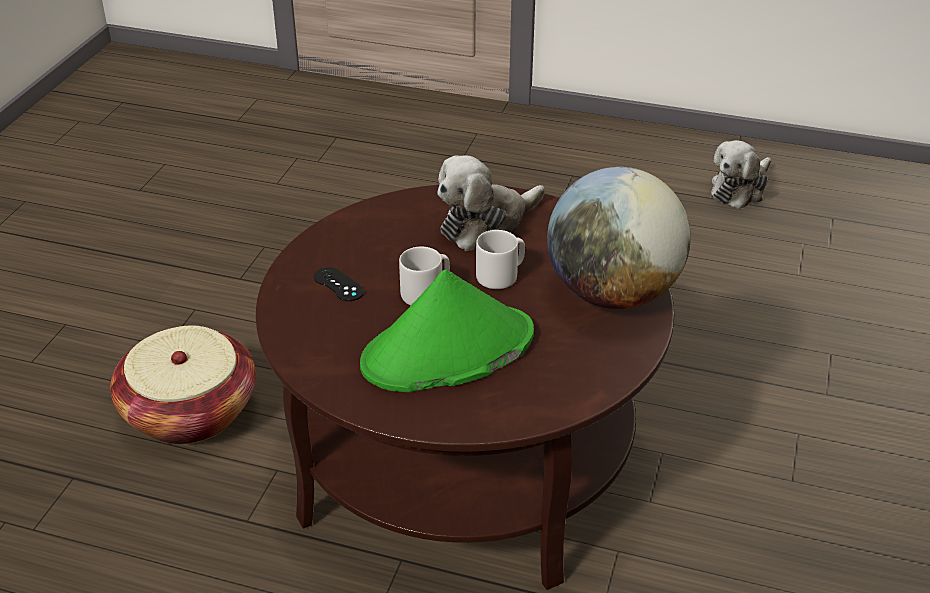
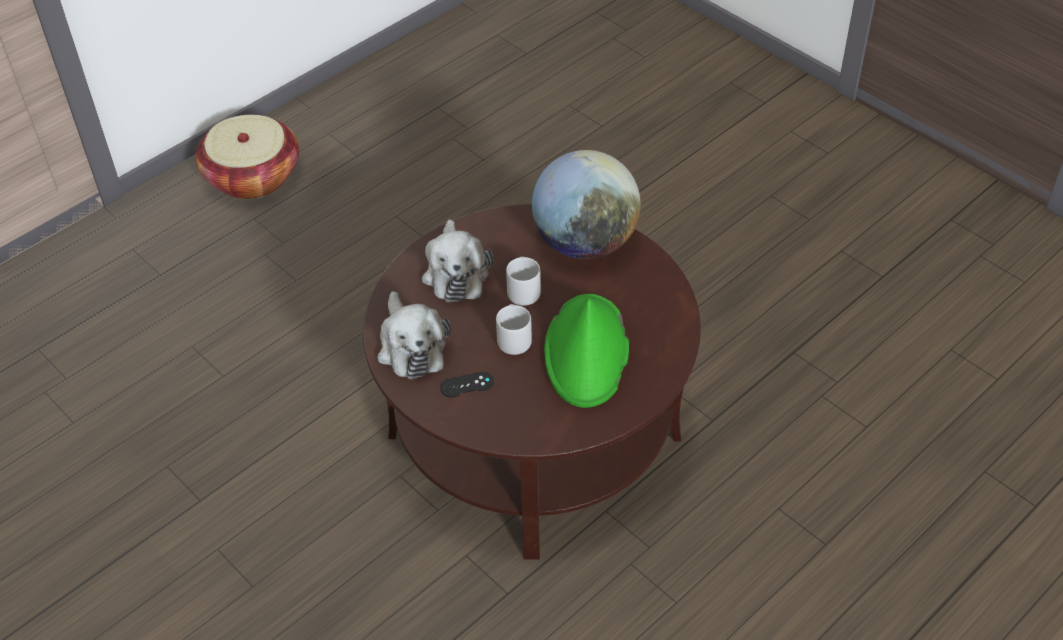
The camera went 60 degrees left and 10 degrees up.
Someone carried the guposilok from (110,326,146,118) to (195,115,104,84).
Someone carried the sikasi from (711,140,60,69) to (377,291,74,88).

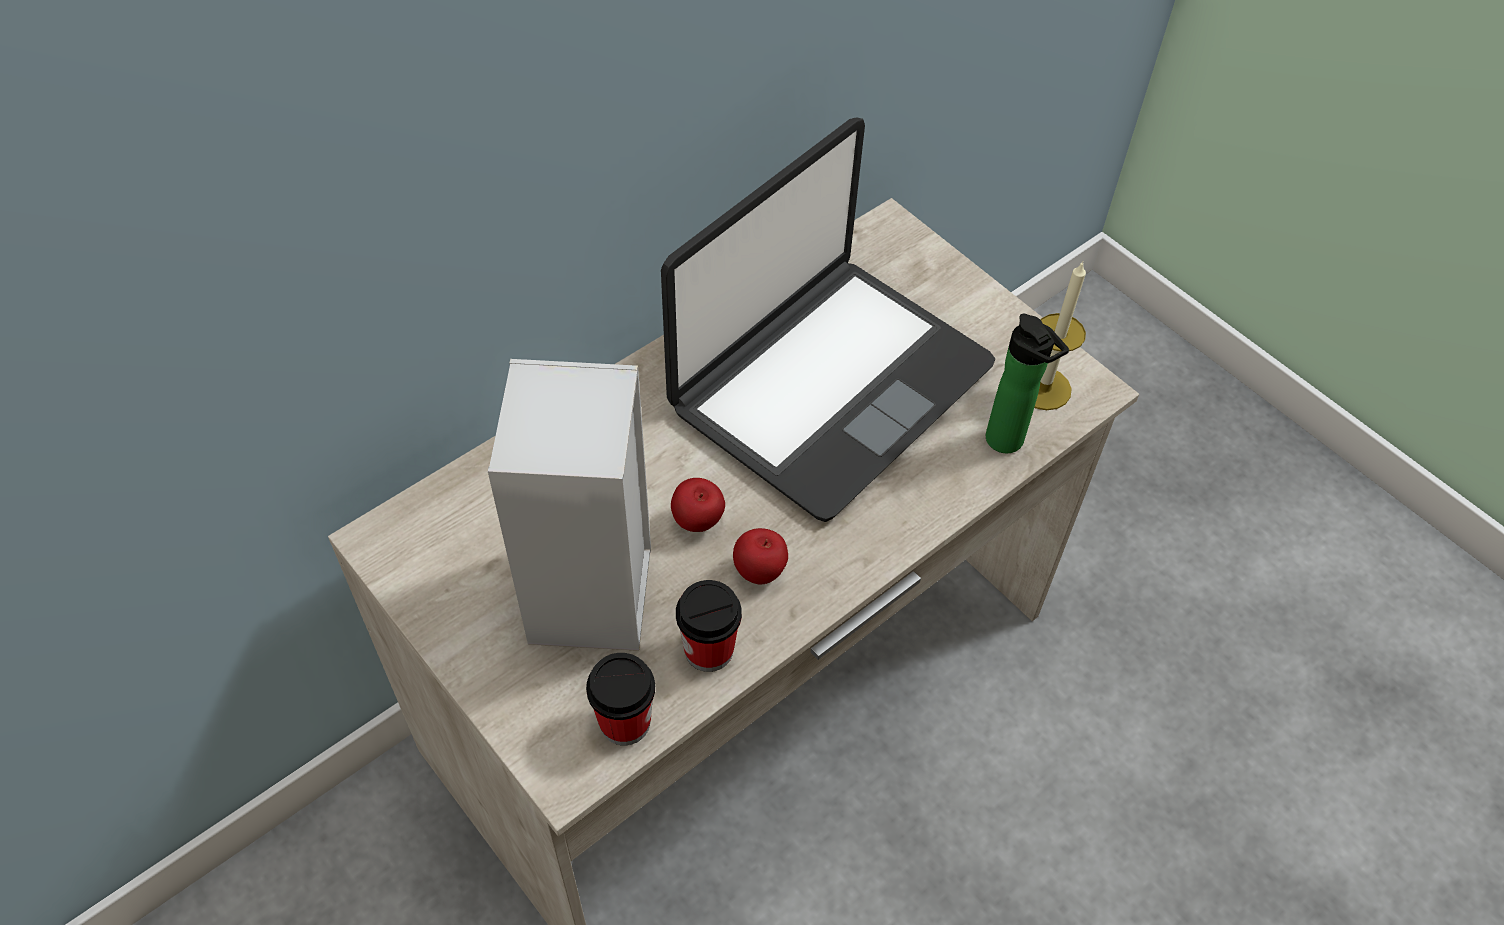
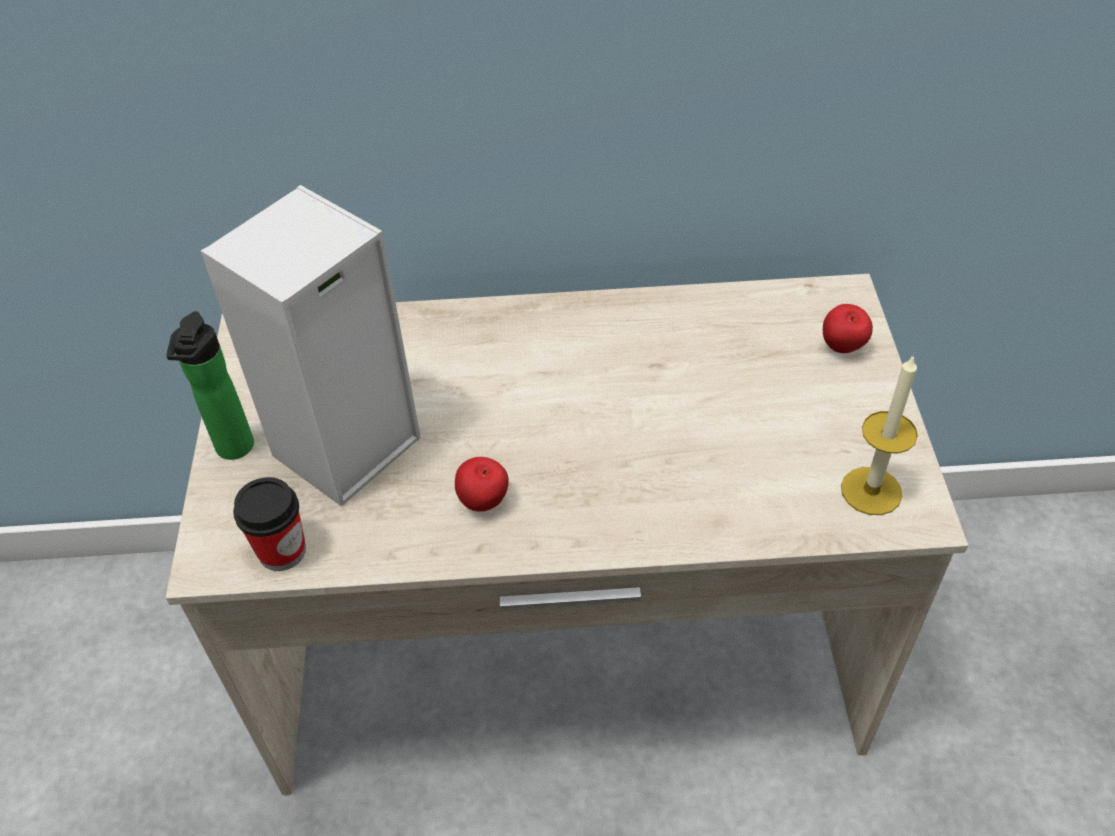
The camera went 40 degrees right and 5 degrees down.
Someone took away the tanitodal at (661,117,334,405).
Someone took away the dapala at (676,580,66,92).
Someone carried the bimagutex from (671,478,54,54) to (823,304,50,49).
Someone carried the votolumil from (986,314,83,139) to (166,311,88,149).

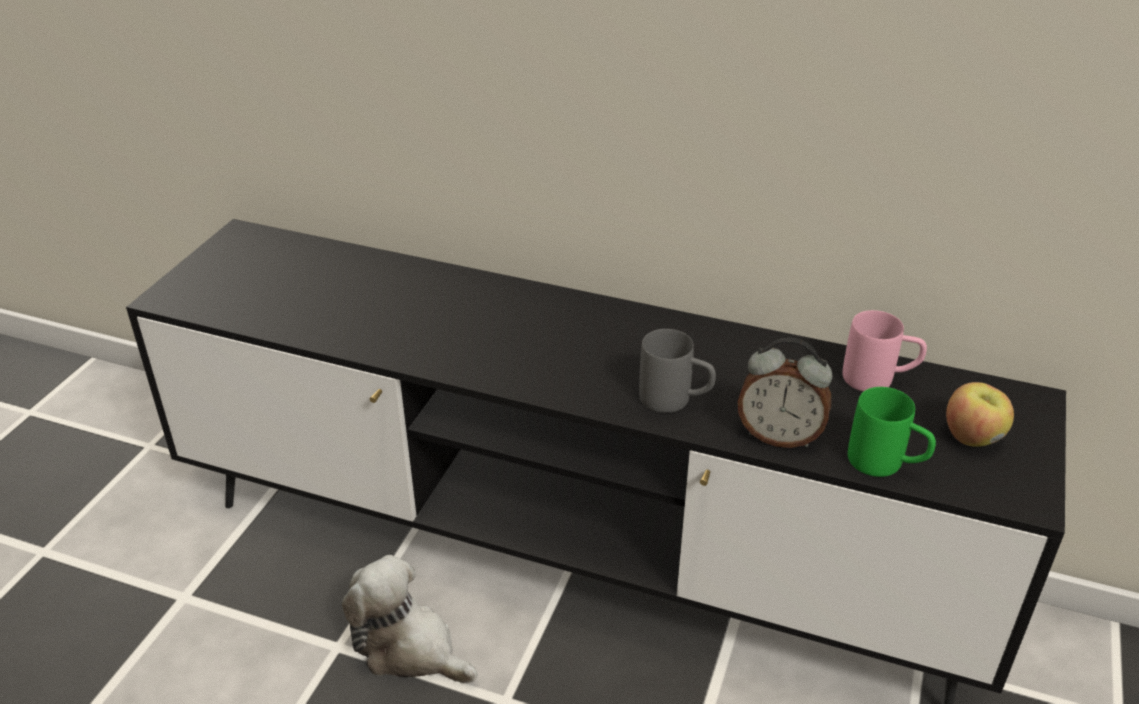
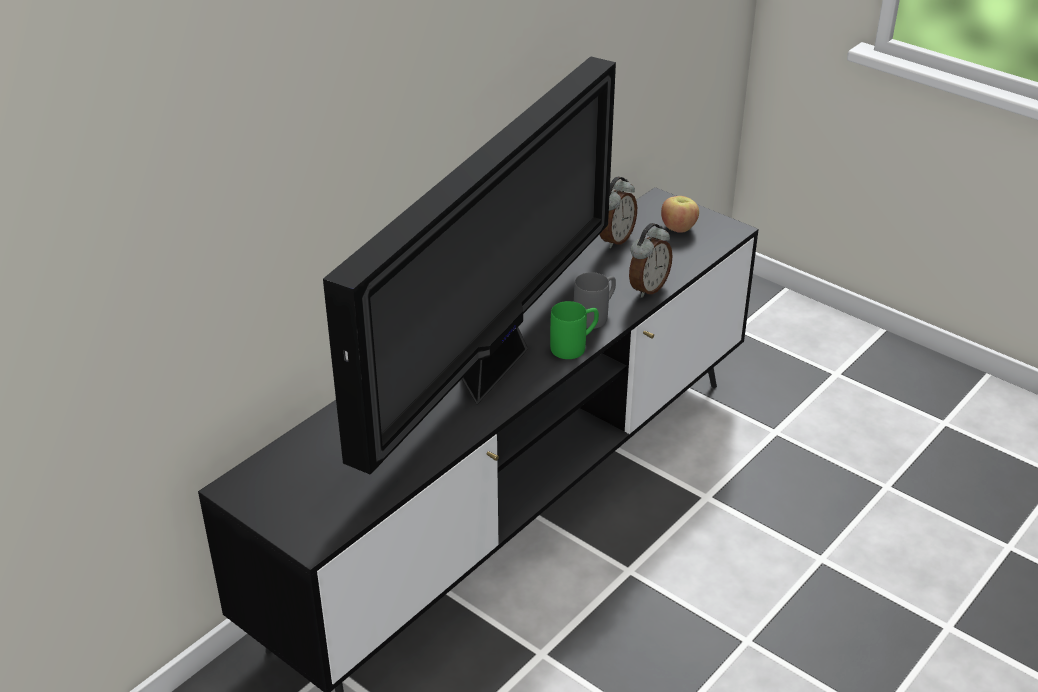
The camera went 70 degrees left and 0 degrees up.
Someone took away the sikasi at (342,555,136,128).
Someone put down the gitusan at (323,56,293,419).
Someone carried the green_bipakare from (848,387,88,90) to (550,301,49,58).
Someone swapped the pink_bipakare at (843,310,84,82) for the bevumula at (599,176,38,72).

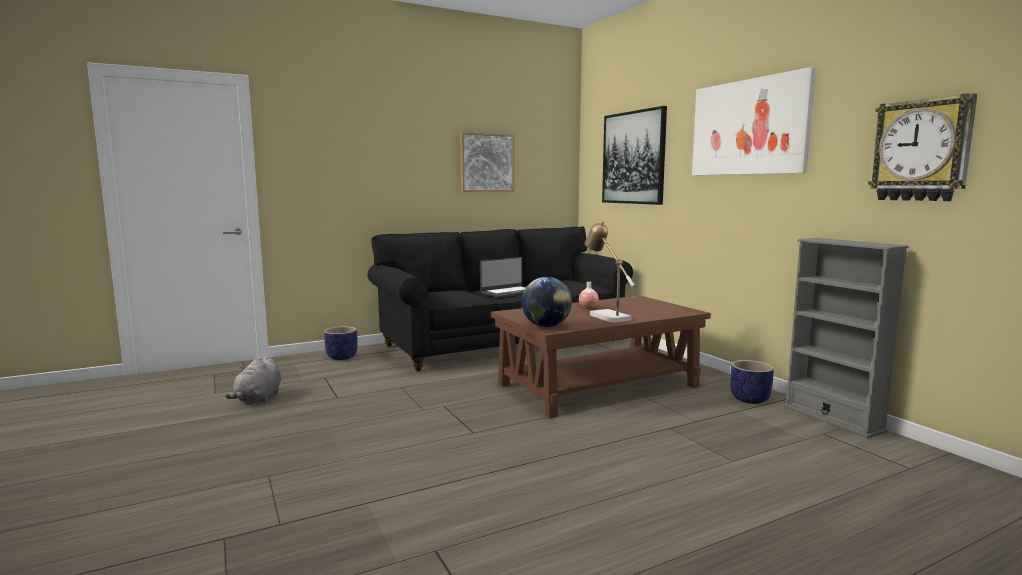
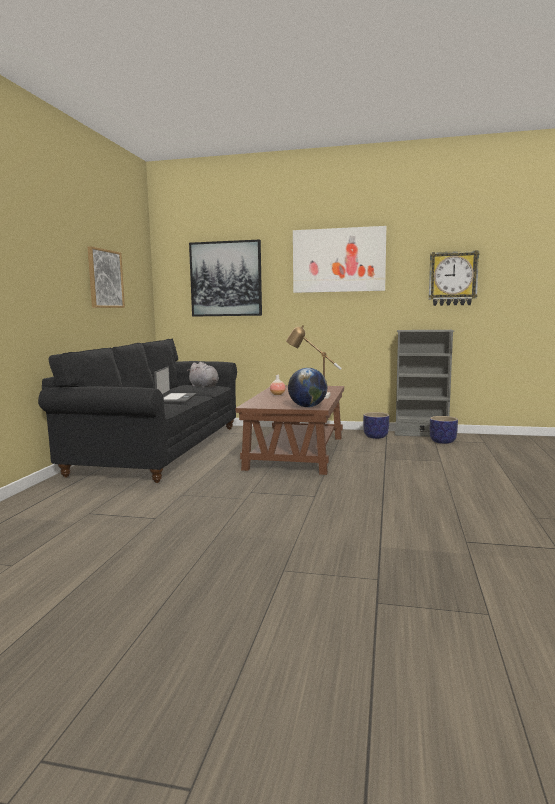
The camera went 50 degrees left and 0 degrees up.
Someone carried the grey_sikasi from (225,356,56,47) to (187,362,32,26).
Someone carried the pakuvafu from (324,326,34,34) to (430,416,28,28).

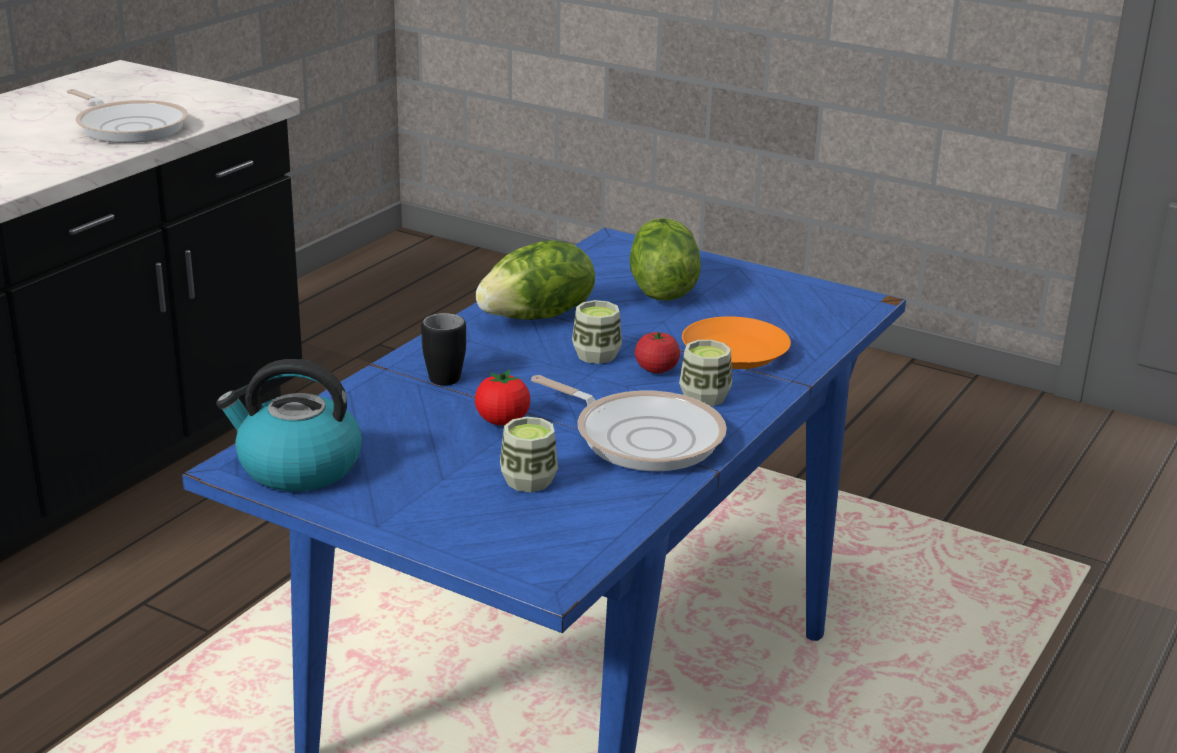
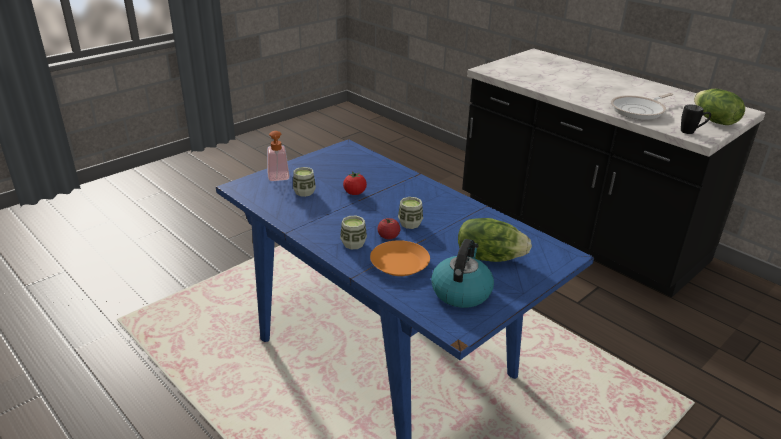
The camera went 105 degrees right and 5 degrees up.
Someone took away the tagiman at (531,375,196,96).
Someone put down the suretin at (267,131,23,50).
Someone carried the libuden from (216,359,146,132) to (431,239,63,69).
Someone carried the black_bipakare from (421,313,45,72) to (681,104,30,30).
Someone carried the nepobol from (475,240,120,80) to (694,89,51,36).

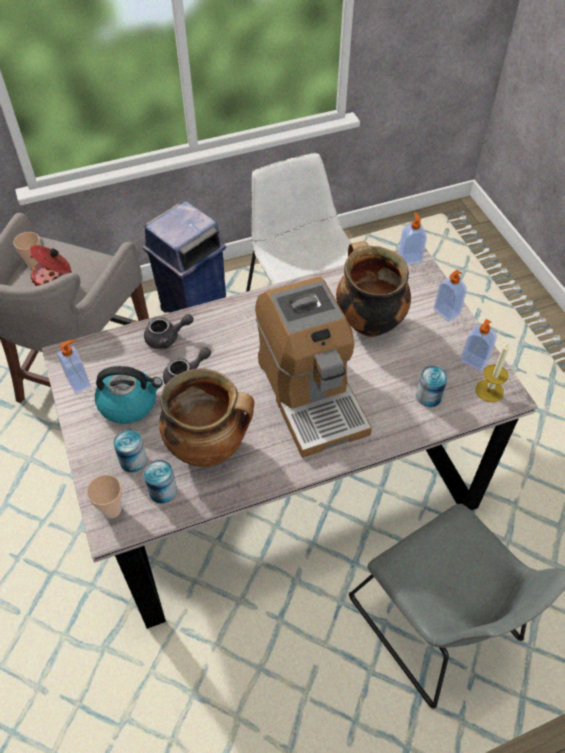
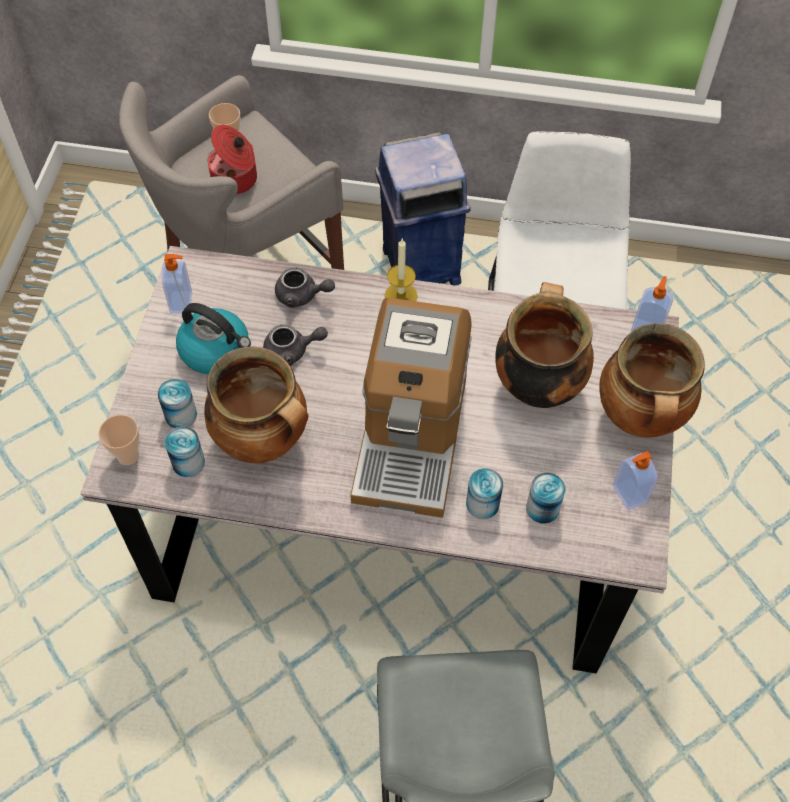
The camera went 30 degrees right and 5 degrees up.
Someone put down the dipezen at (466,468,37,51).
Someone carried the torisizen from (476,343,33,59) to (385,239,33,62).
Someone swapped the suretin at (434,270,33,52) for the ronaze at (599,323,106,115).

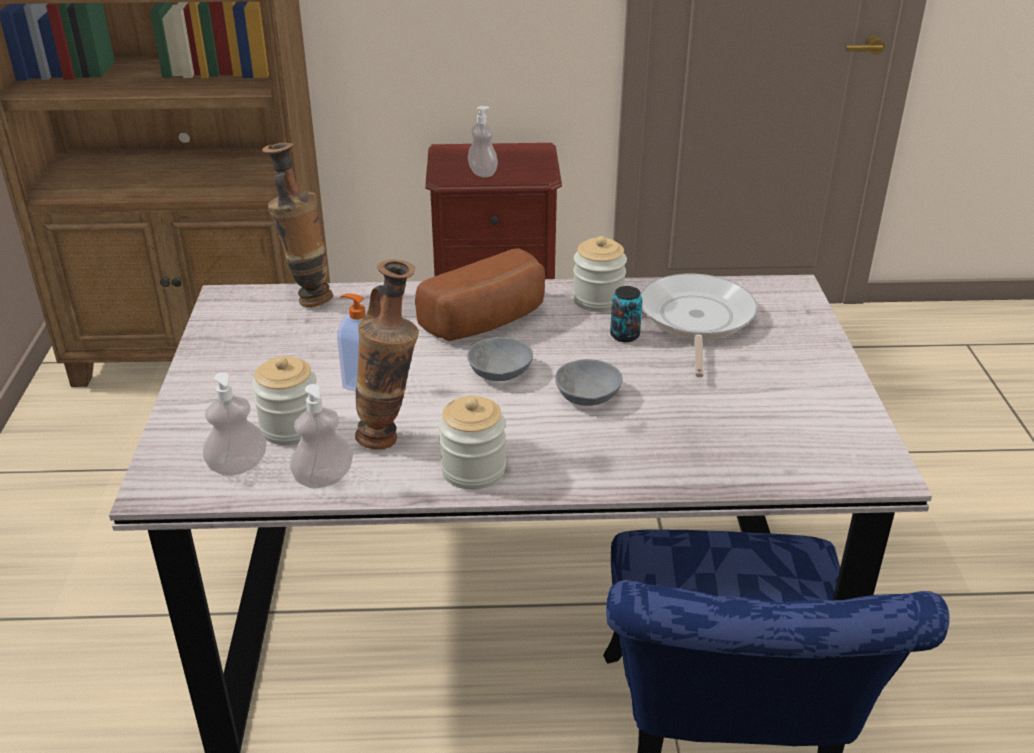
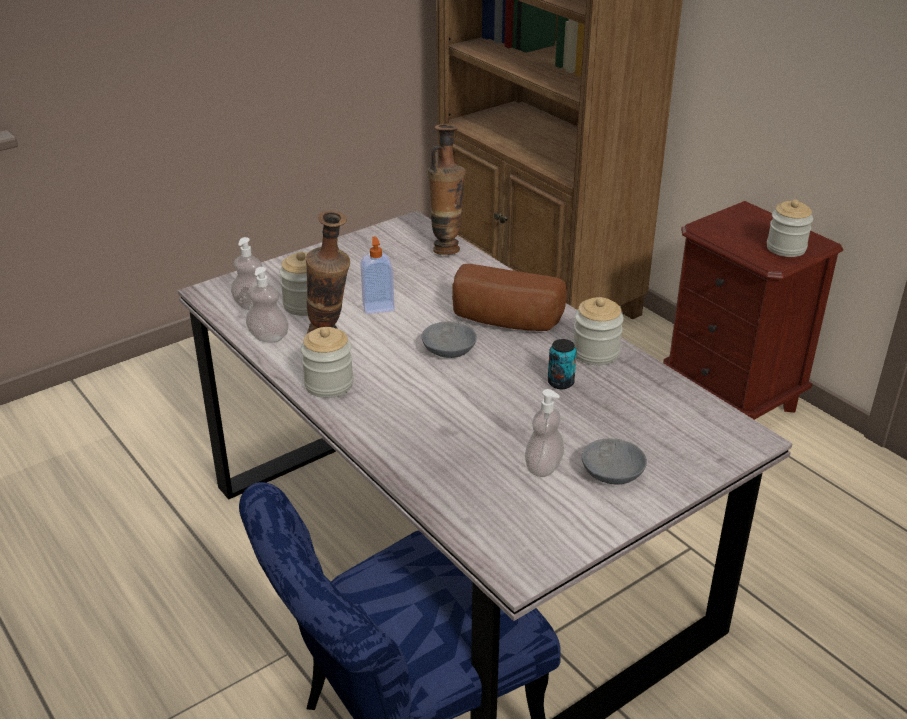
The camera went 55 degrees right and 0 degrees up.
Someone took away the tagiman at (640,274,117,103).
Someone put down the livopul at (767,199,46,58).
Someone carried the suretin from (468,106,30,71) to (525,389,39,88).
Someone carried the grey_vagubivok from (555,359,68,47) to (582,438,65,47).

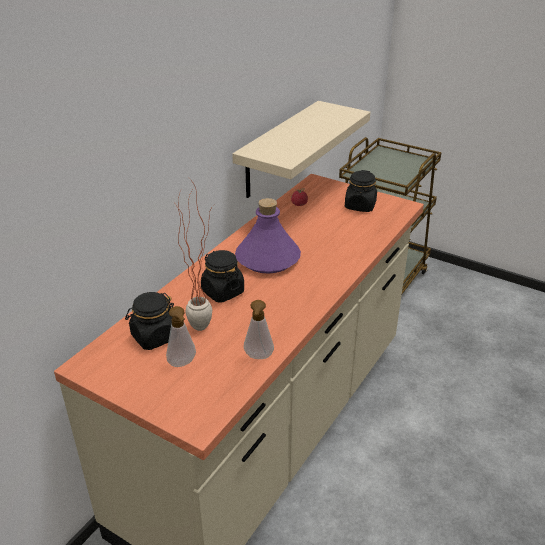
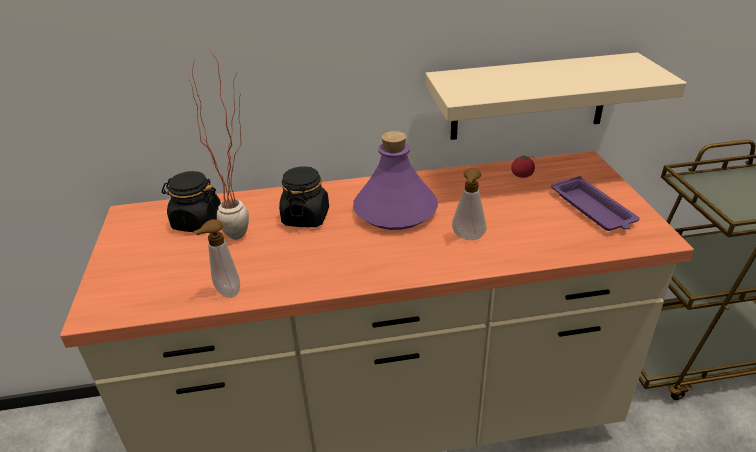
The camera went 50 degrees right and 0 degrees up.
Someone carried the suretin from (166,306,30,61) to (452,168,34,72).
Someone swapped the black_livopul at (345,170,32,42) for the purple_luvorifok at (551,176,89,55).

